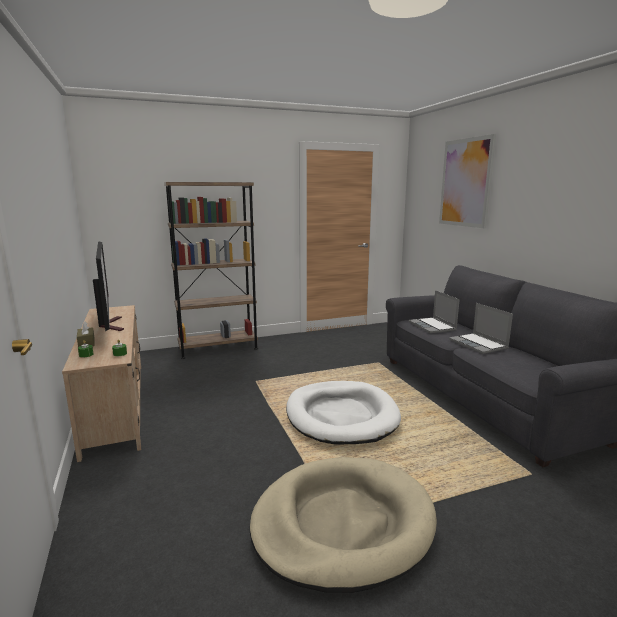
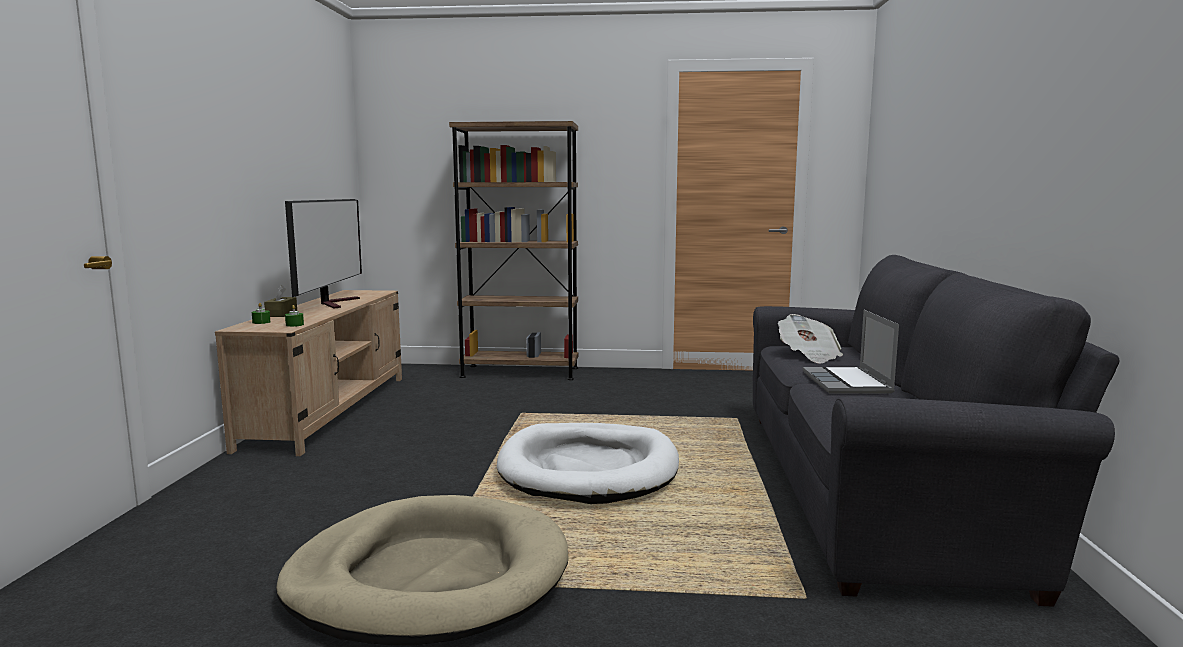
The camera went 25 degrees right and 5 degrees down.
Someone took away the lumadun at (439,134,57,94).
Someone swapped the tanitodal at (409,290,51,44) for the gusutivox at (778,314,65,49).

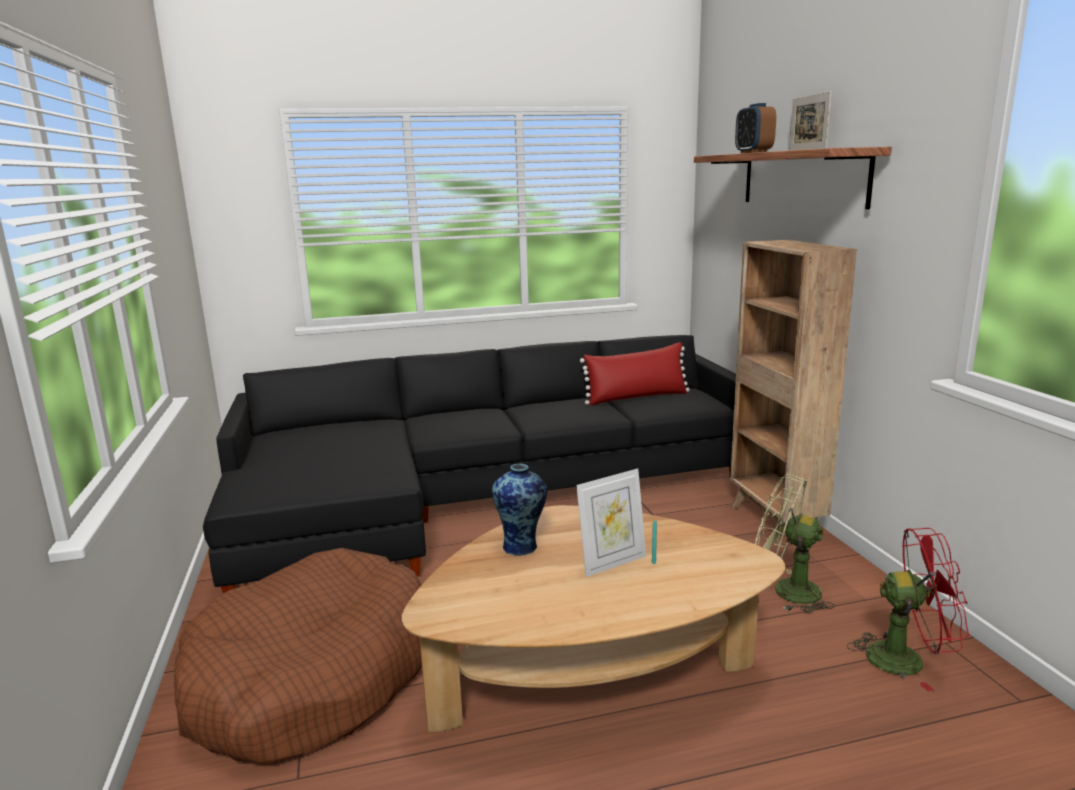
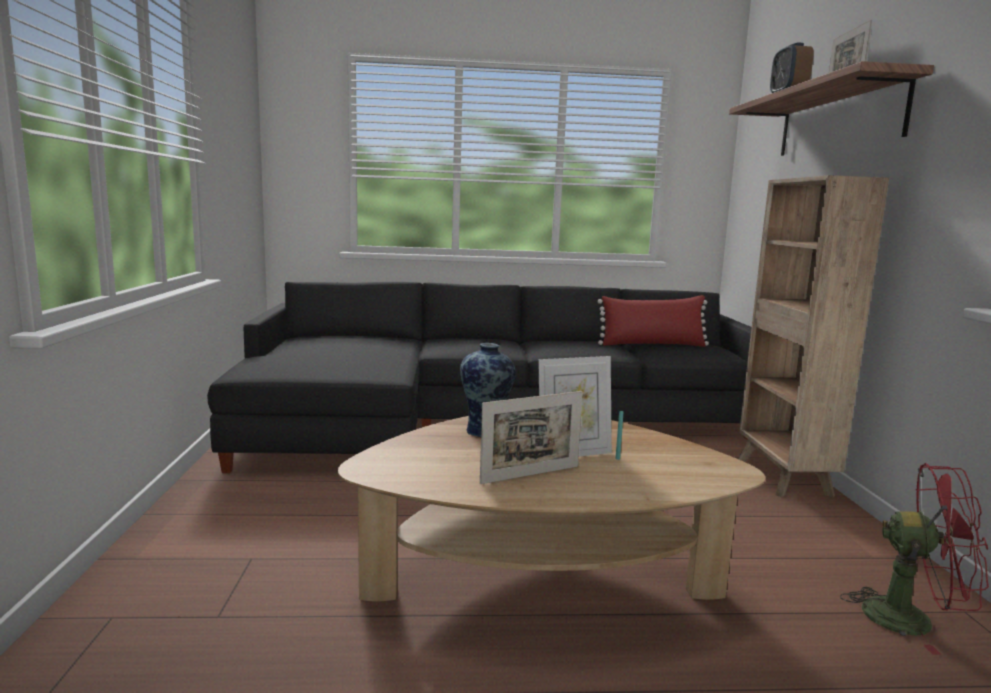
The camera went 10 degrees right and 5 degrees down.
Someone took away the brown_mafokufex at (174,548,248,215).
Someone took away the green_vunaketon at (755,474,80,140).
Someone put down the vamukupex at (480,391,103,93).

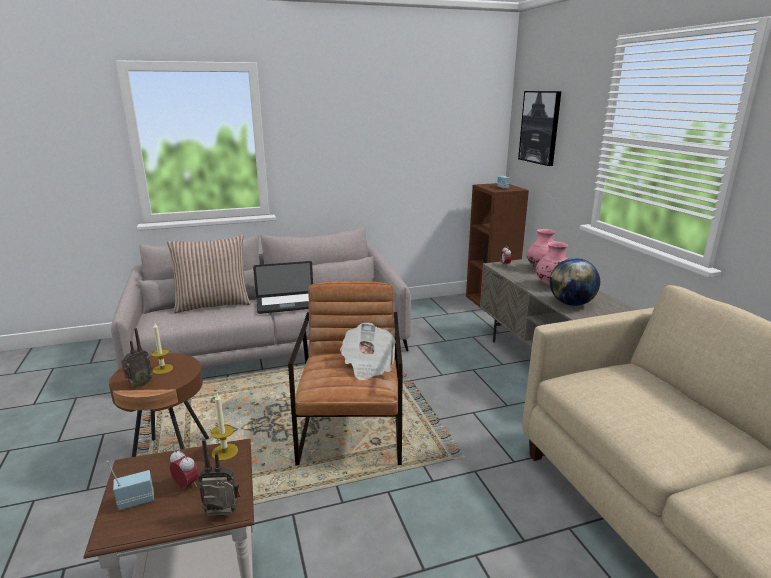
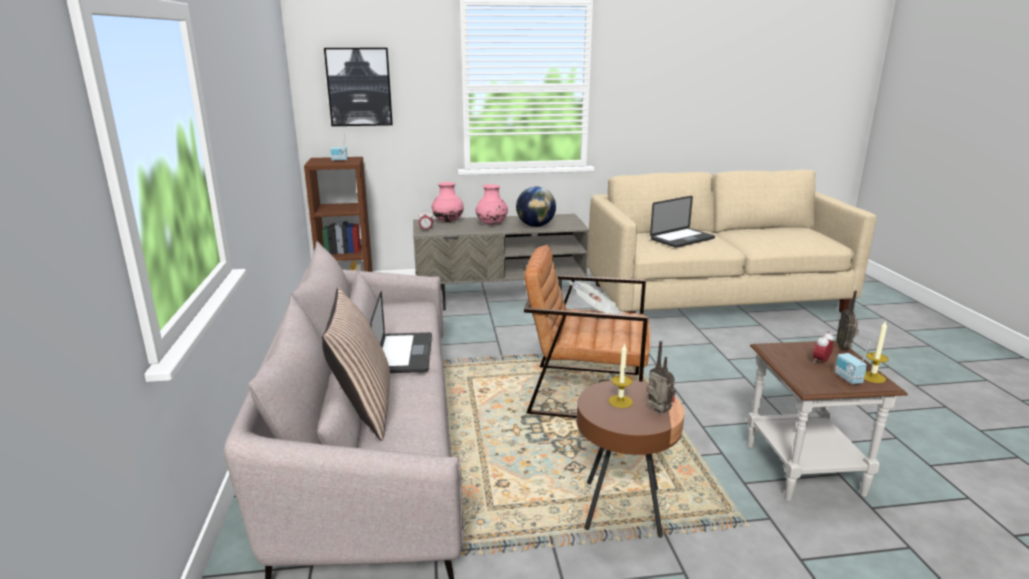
The camera went 80 degrees left and 0 degrees up.
Someone put down the tanitodal at (650,196,65,52).
Someone carried the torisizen from (211,394,27,67) to (864,320,24,63).

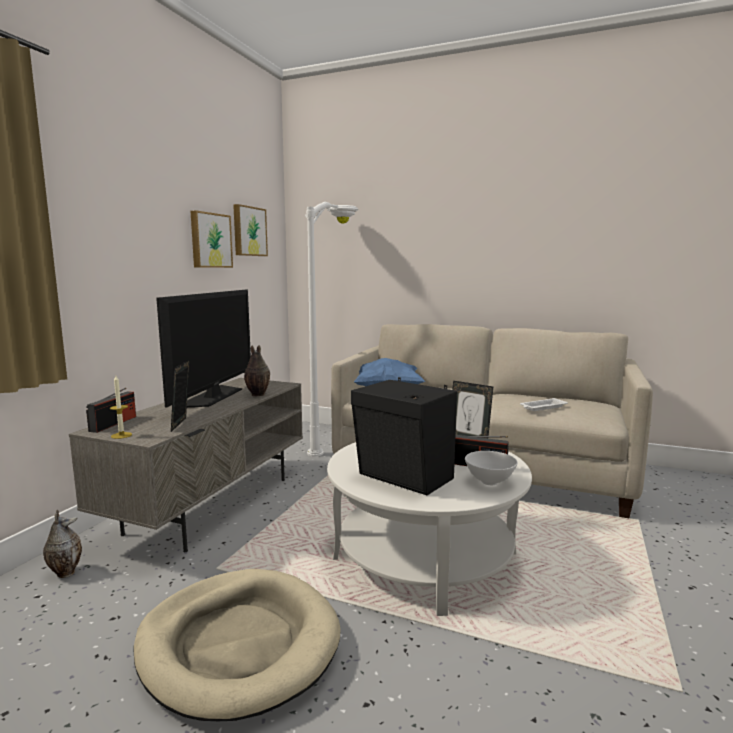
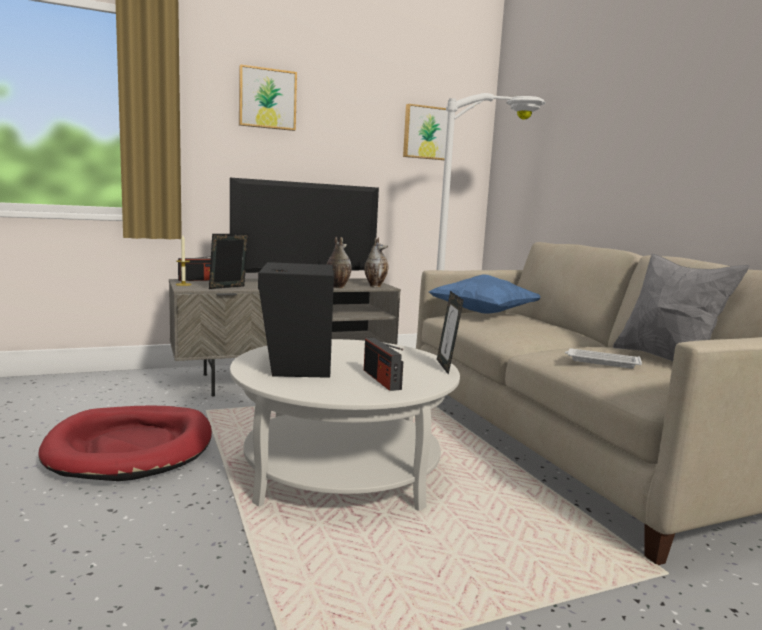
The camera went 45 degrees right and 0 degrees up.
Someone took away the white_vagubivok at (465,451,52,34).
Someone put down the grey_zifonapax at (613,254,136,107).
Someone carried the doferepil from (43,509,39,69) to (364,238,24,49).
Someone carried the lumadun from (190,210,43,58) to (239,64,58,67).
Someone repainted the beige_mafokufex at (133,569,208,152), which became the red_mafokufex at (38,405,174,76).

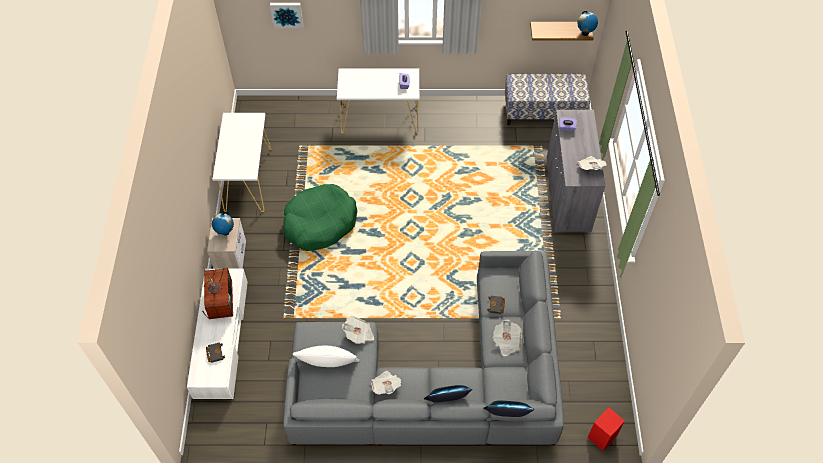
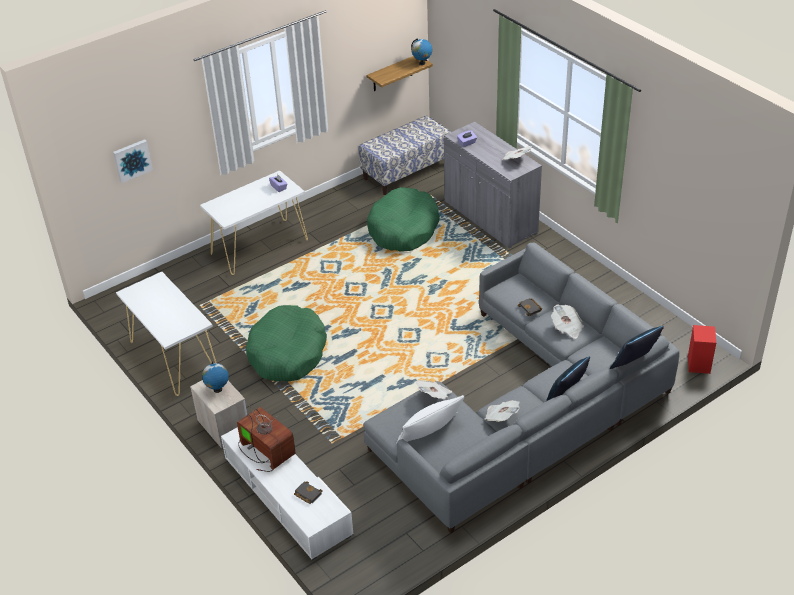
The camera went 35 degrees left and 15 degrees down.
Someone put down the green_mafokufex at (367,187,73,64).

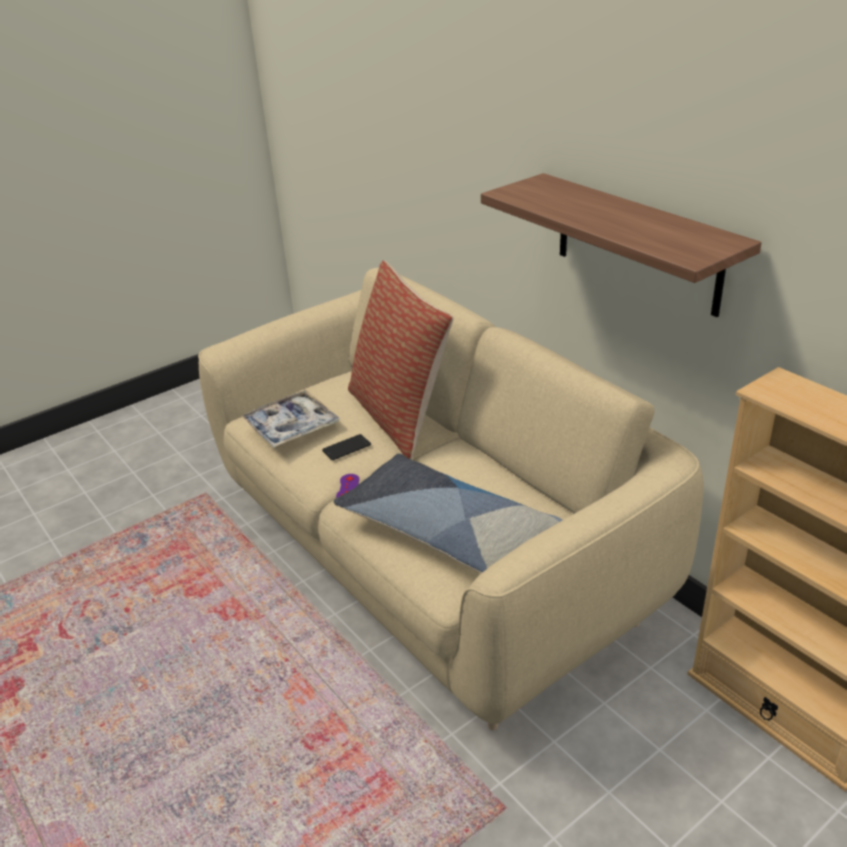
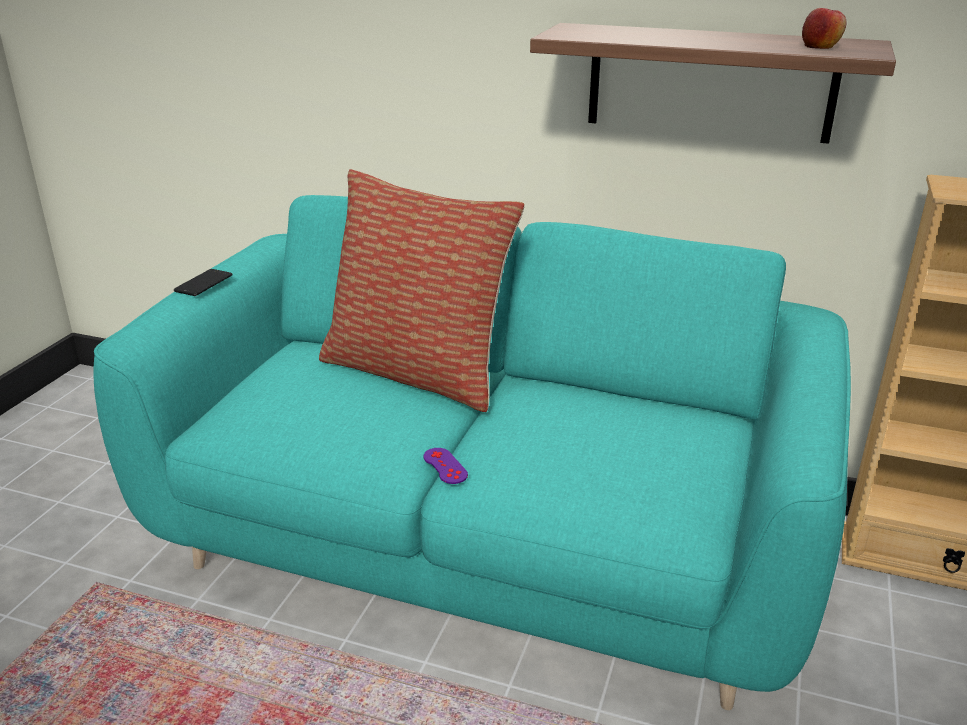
The camera went 35 degrees left and 5 degrees down.
Someone took away the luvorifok at (241,390,99,58).
Someone took away the zifonapax at (334,453,228,120).
Someone put down the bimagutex at (802,8,44,41).
Someone carried the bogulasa from (322,434,49,26) to (174,269,59,27).
Someone repainted the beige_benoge at (198,268,506,462), which became the turquoise_benoge at (93,195,758,515).

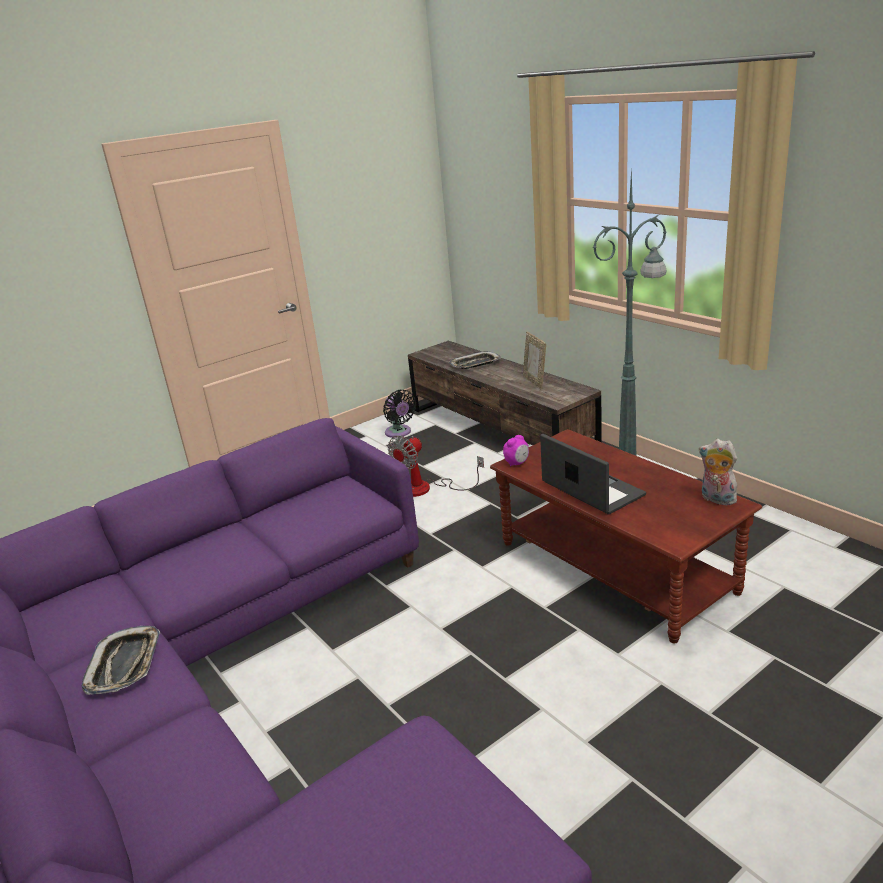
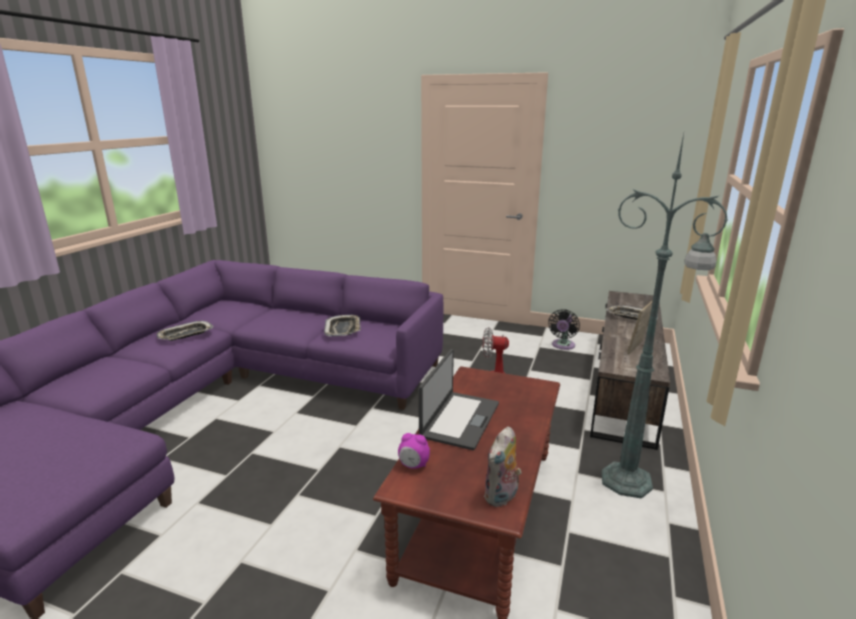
The camera went 55 degrees right and 5 degrees down.
Someone put down the luvorifok at (324,315,36,22).
Someone carried the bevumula from (503,435,26,32) to (398,433,32,36).
Someone rotated the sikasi at (699,439,40,66) by 150 degrees counterclockwise.

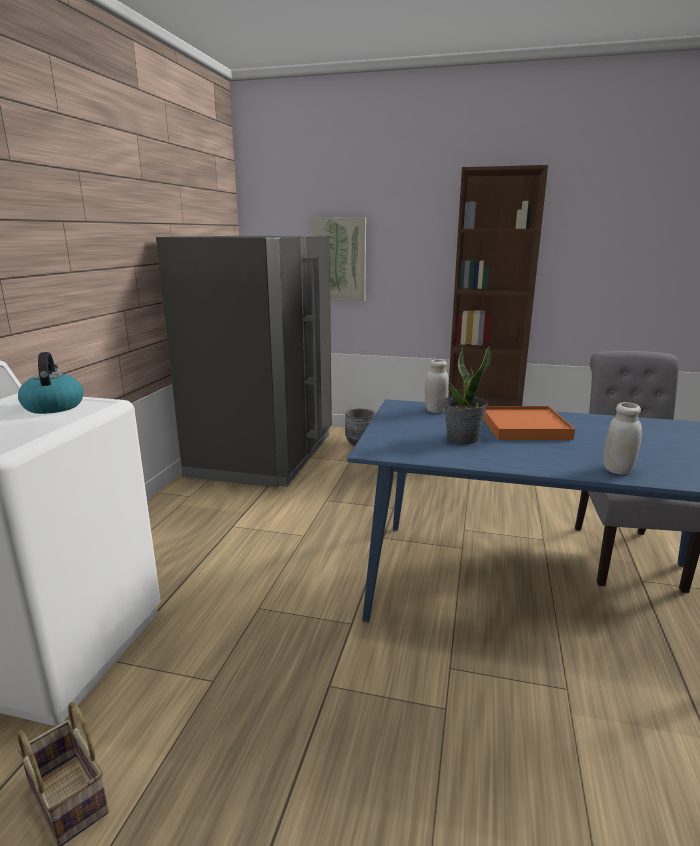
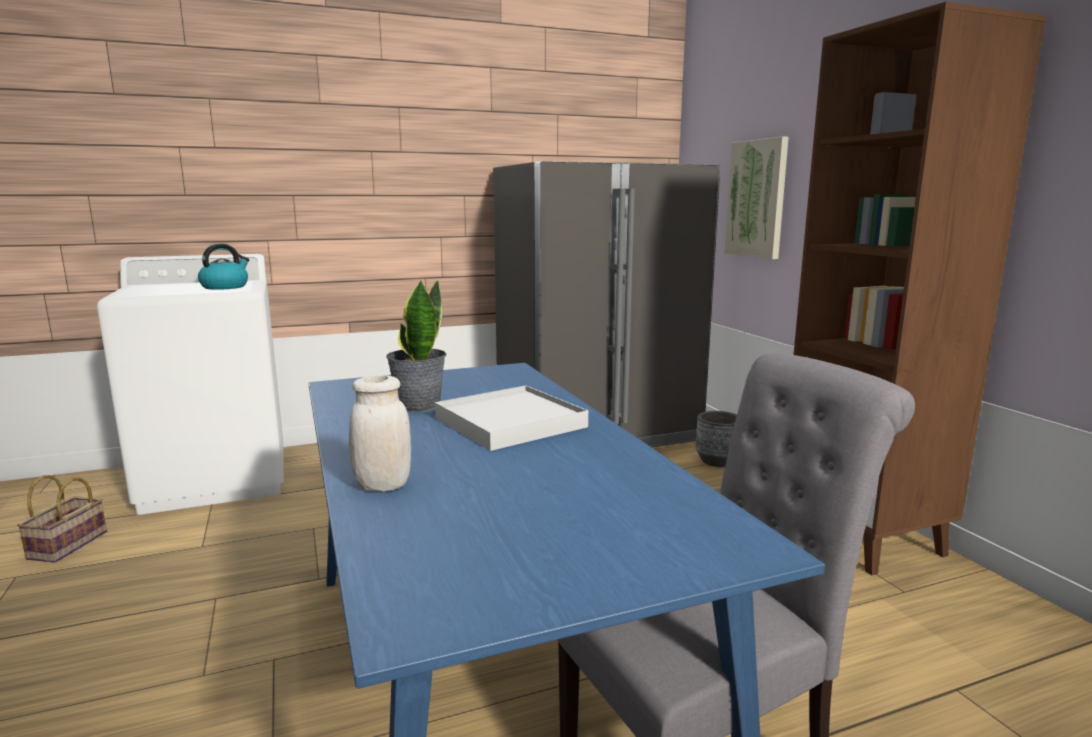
The camera went 55 degrees right and 5 degrees down.
Someone took away the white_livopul at (425,359,24,54).
Someone repainted the orange_luvorifok at (483,406,92,34), which became the white_luvorifok at (435,385,153,66).

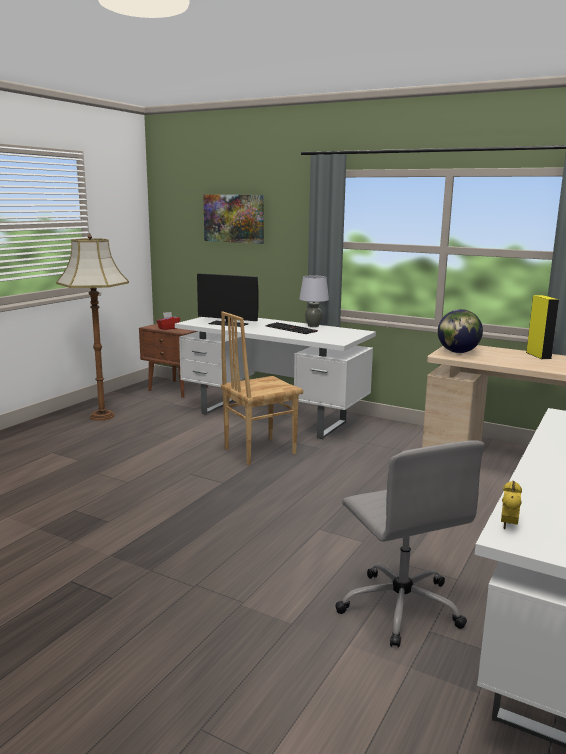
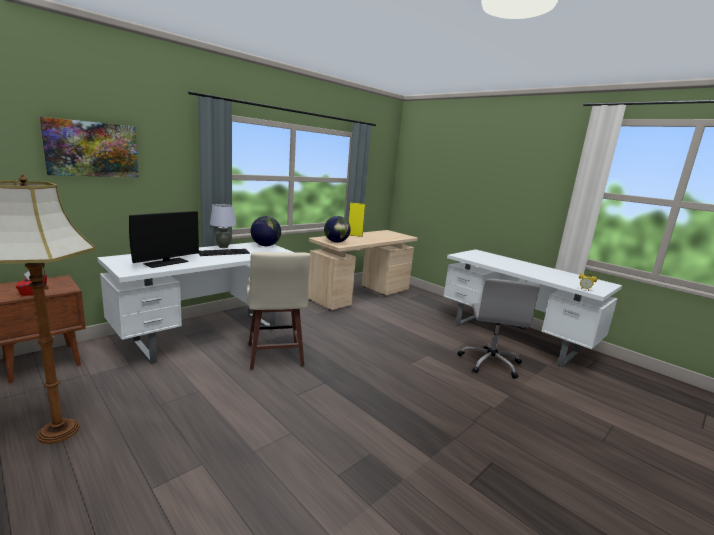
The camera went 75 degrees left and 0 degrees up.
Someone put down the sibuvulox at (250,216,31,30).
Someone swapped the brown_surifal at (221,311,82,154) for the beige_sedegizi at (247,252,63,118).
Someone rotated the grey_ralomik at (335,441,149,207) by 105 degrees clockwise.

